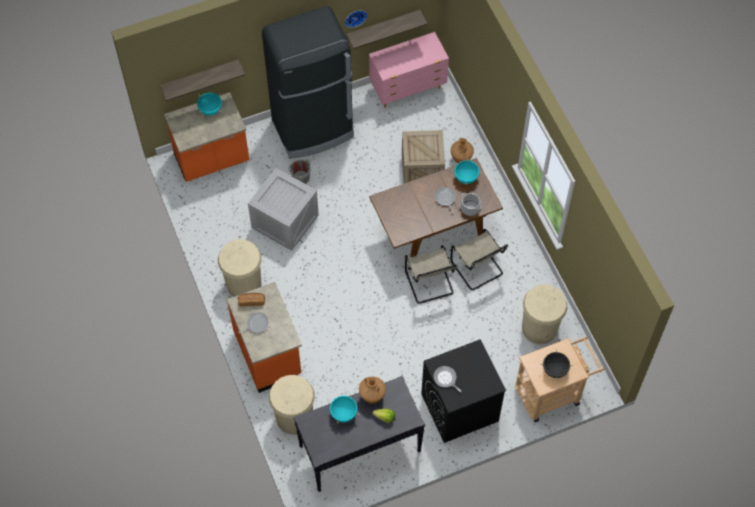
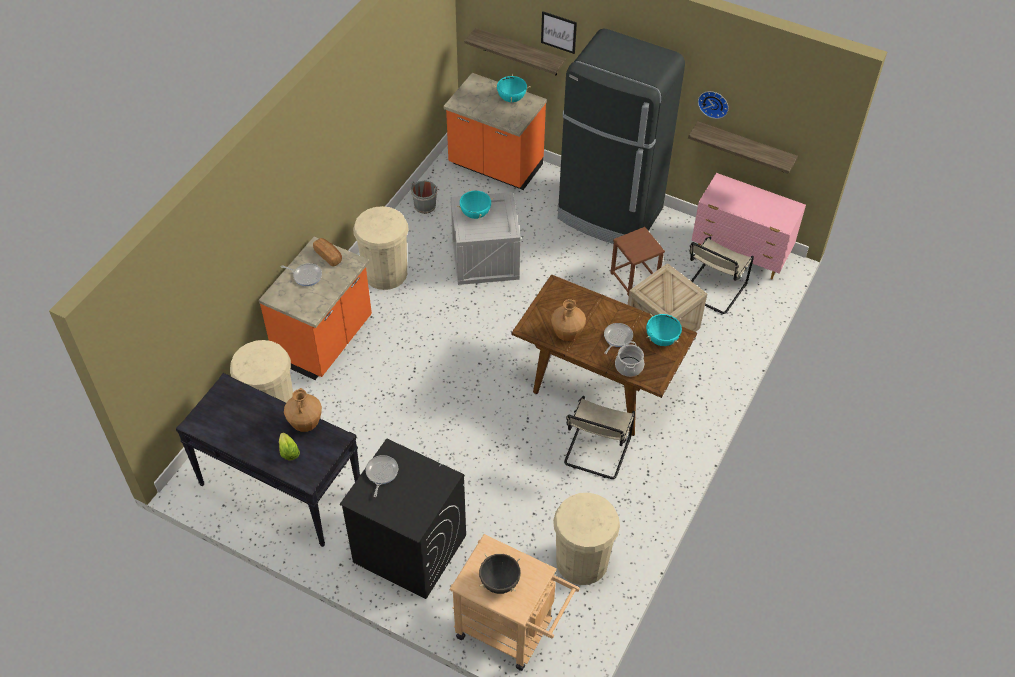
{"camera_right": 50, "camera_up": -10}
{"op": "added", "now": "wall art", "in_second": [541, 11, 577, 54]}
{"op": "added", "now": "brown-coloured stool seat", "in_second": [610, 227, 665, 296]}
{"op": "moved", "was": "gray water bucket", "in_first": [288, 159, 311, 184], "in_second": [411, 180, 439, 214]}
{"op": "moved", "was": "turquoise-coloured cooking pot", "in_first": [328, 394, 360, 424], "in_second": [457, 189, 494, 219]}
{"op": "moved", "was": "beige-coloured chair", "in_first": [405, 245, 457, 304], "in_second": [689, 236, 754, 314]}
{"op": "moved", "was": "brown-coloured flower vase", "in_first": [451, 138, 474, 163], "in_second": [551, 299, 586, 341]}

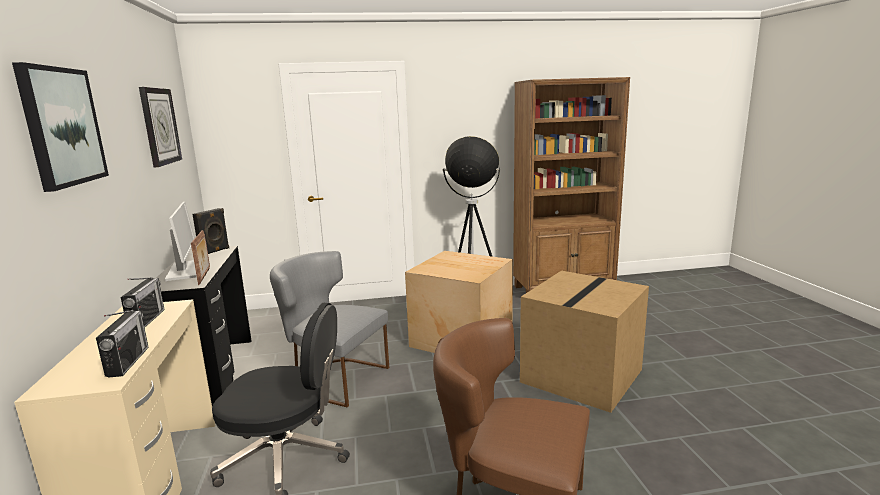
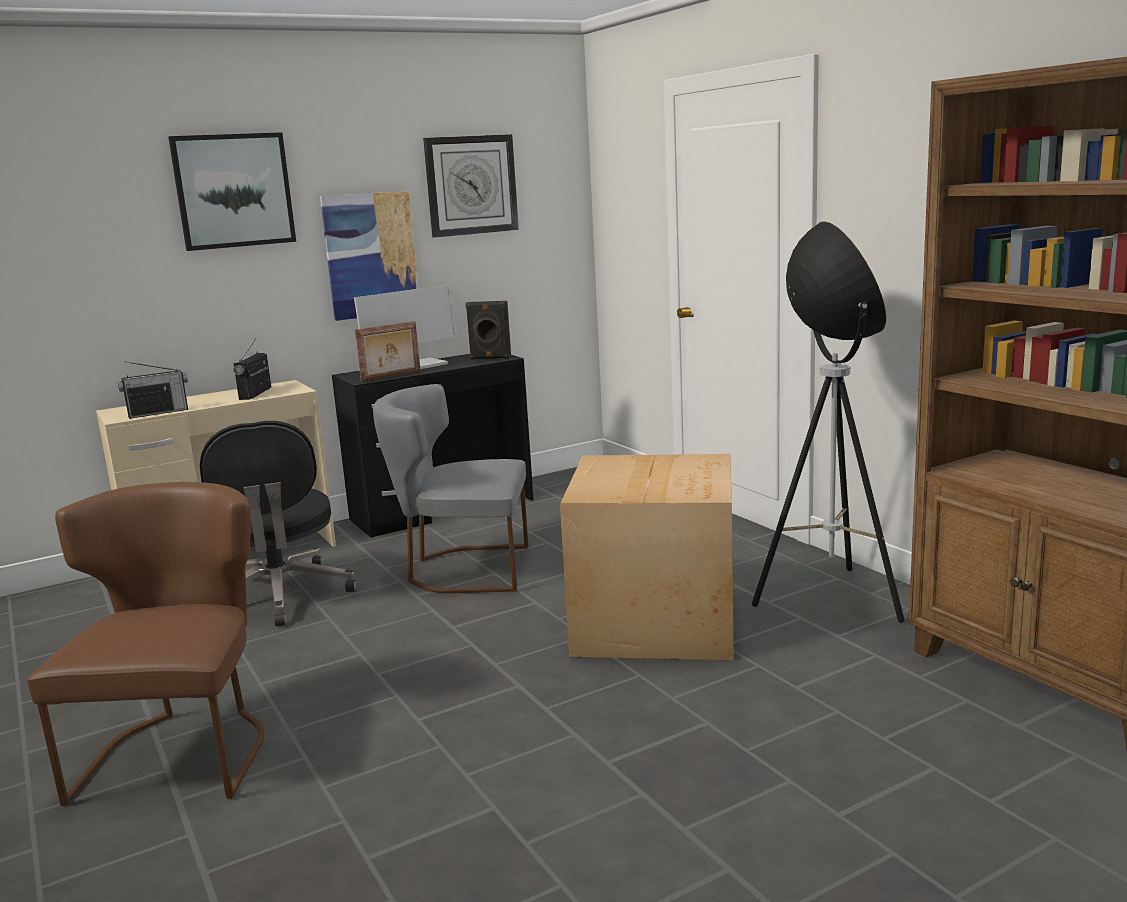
{"camera_right": 70, "camera_up": 0}
{"op": "removed", "was": "carton", "in_first": [520, 270, 649, 413]}
{"op": "added", "now": "wall art", "in_second": [320, 191, 418, 321]}
{"op": "turned", "was": "radio", "in_first": [121, 277, 165, 328], "in_second": [233, 339, 271, 400], "clockwise": 120}
{"op": "turned", "was": "gray chair", "in_first": [270, 251, 389, 407], "in_second": [373, 384, 529, 593], "clockwise": -90}

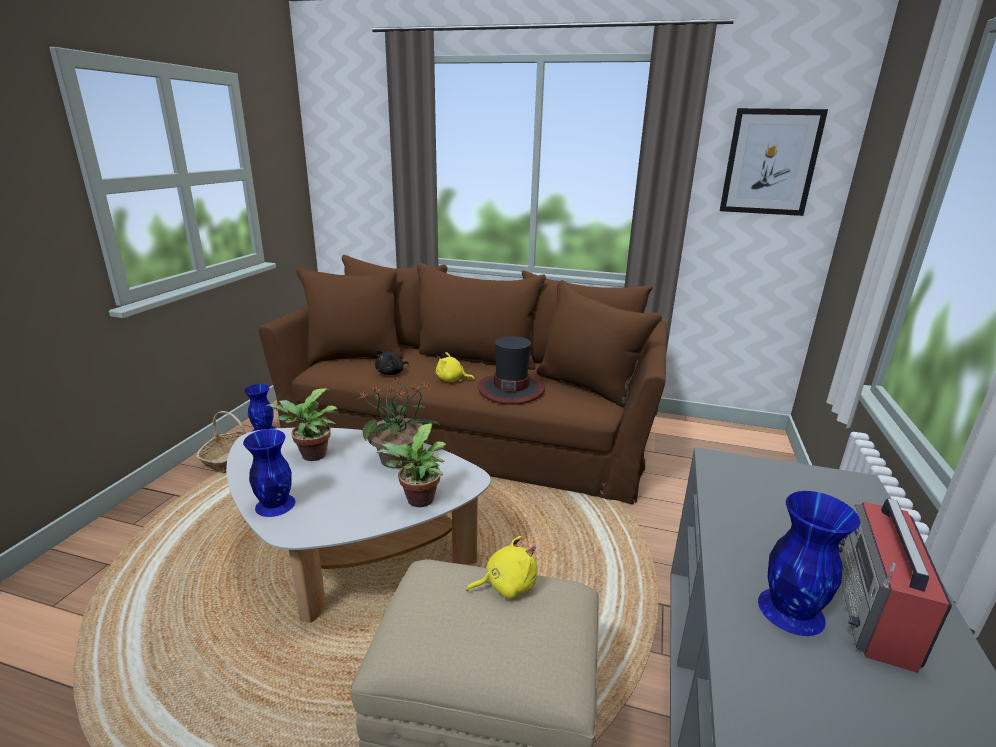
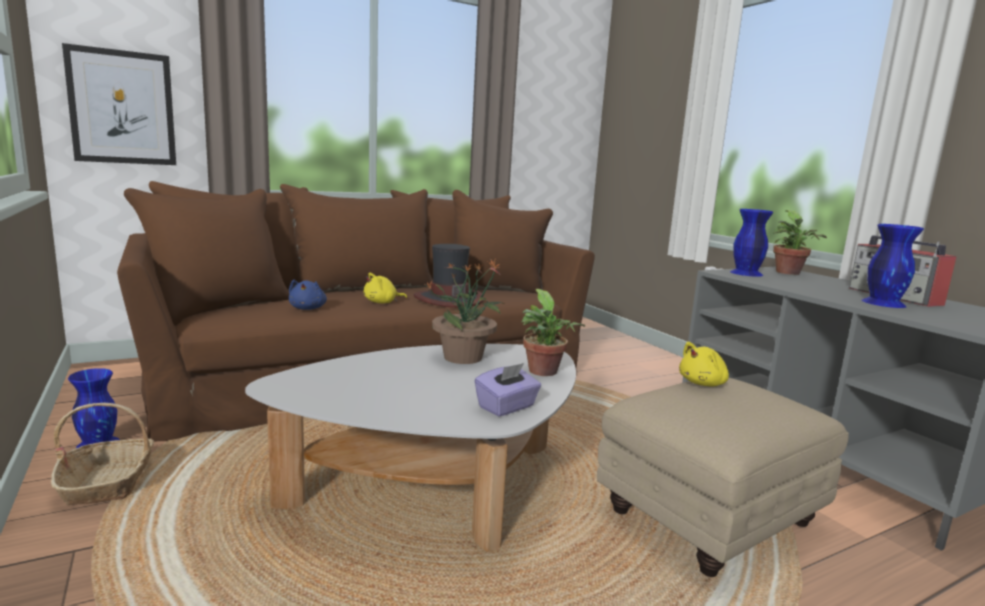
{"camera_right": -45, "camera_up": -10}
{"op": "added", "now": "purple tissue box", "in_second": [475, 363, 541, 417]}
{"op": "moved", "was": "bluish flower vase", "in_first": [243, 429, 295, 517], "in_second": [730, 209, 774, 277]}
{"op": "moved", "was": "houseplant", "in_first": [266, 388, 339, 461], "in_second": [773, 210, 827, 275]}
{"op": "moved", "was": "wall art", "in_first": [720, 108, 828, 216], "in_second": [62, 43, 176, 165]}
{"op": "recoloured", "was": "black-coloured soft toy", "now": "bluish soft toy", "in_first": [375, 350, 409, 375], "in_second": [289, 280, 327, 310]}
{"op": "turned", "was": "yellowish soft toy", "in_first": [466, 536, 538, 598], "in_second": [679, 342, 729, 386], "clockwise": -150}

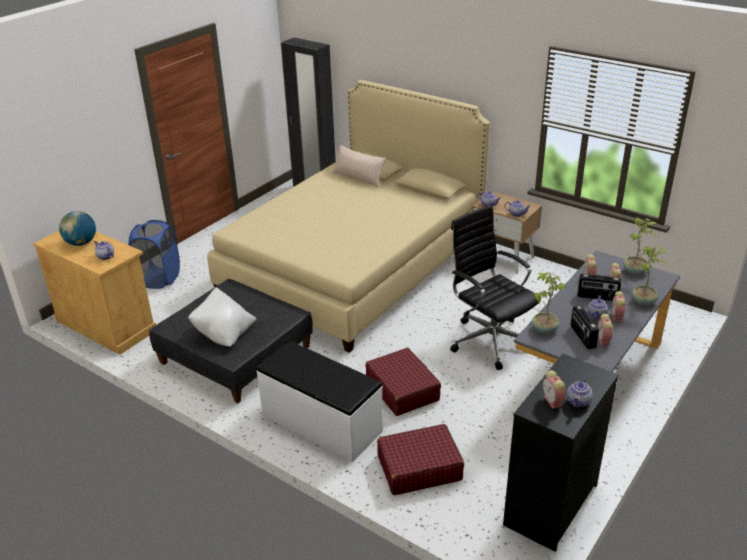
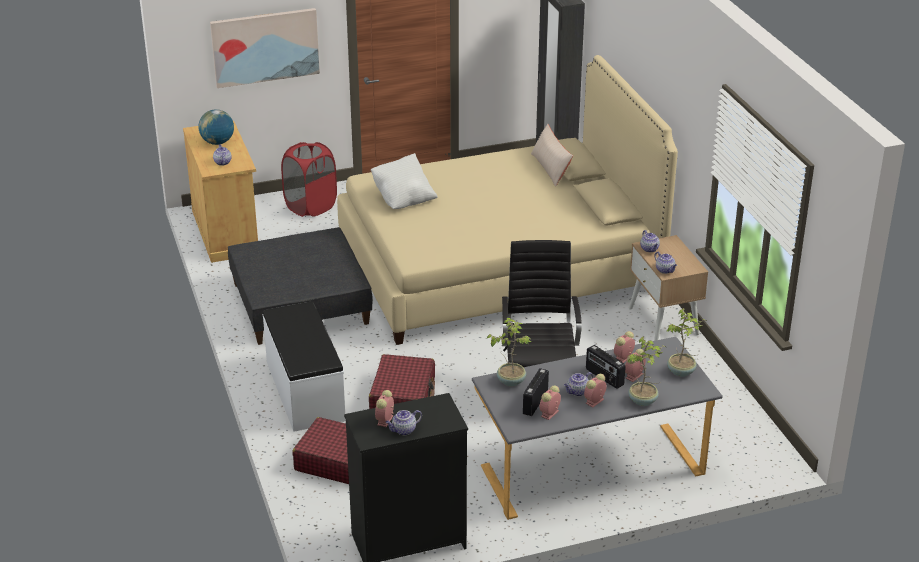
{"camera_right": 35, "camera_up": 0}
{"op": "added", "now": "wall art", "in_second": [210, 8, 320, 88]}
{"op": "moved", "was": "white-coloured pillow", "in_first": [188, 287, 256, 346], "in_second": [371, 153, 438, 209]}
{"op": "recoloured", "was": "bluish washing basket", "now": "red-coloured washing basket", "in_first": [129, 220, 180, 289], "in_second": [281, 142, 337, 217]}

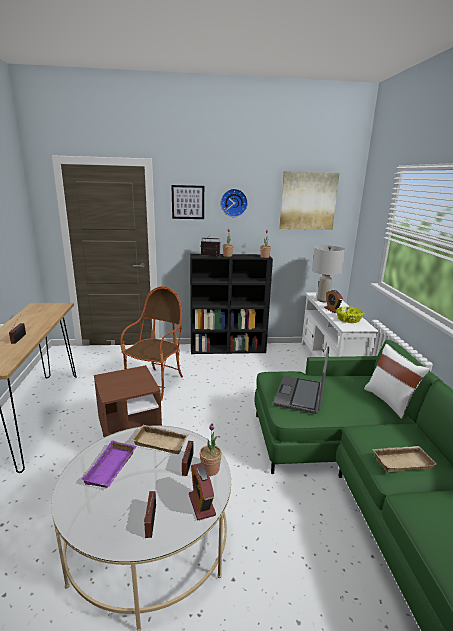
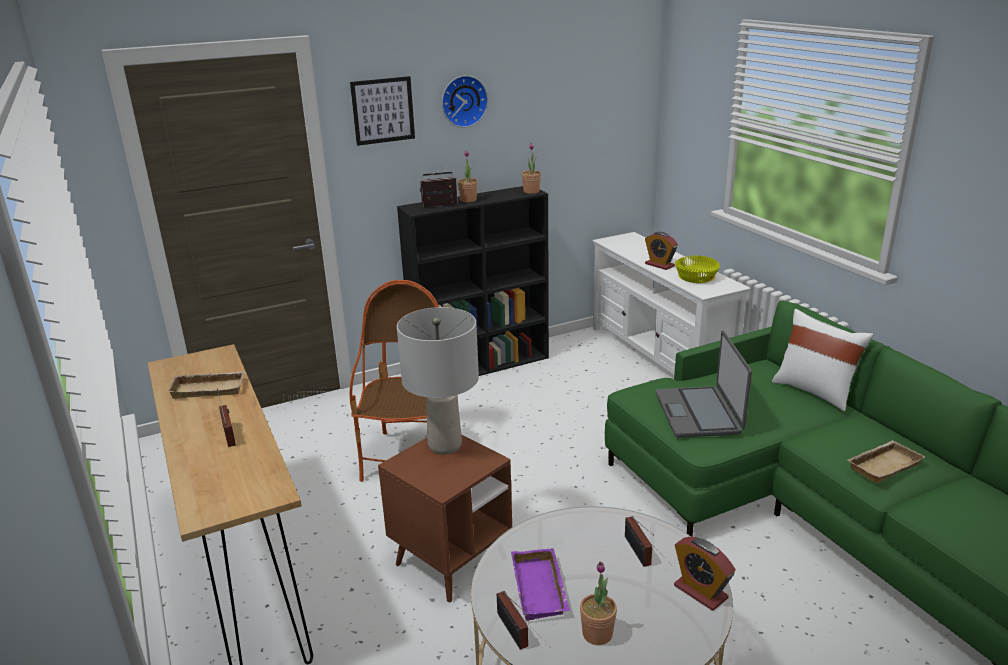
{"camera_right": -20, "camera_up": 5}
{"op": "removed", "was": "wall art", "in_first": [279, 171, 340, 230]}
{"op": "moved", "was": "beige-coloured tray", "in_first": [131, 424, 189, 454], "in_second": [166, 371, 246, 399]}
{"op": "moved", "was": "radio", "in_first": [144, 491, 156, 538], "in_second": [497, 591, 529, 650]}
{"op": "moved", "was": "houseplant", "in_first": [200, 424, 222, 476], "in_second": [580, 561, 617, 645]}
{"op": "moved", "was": "gray tabletop lamp", "in_first": [312, 245, 345, 302], "in_second": [397, 307, 479, 455]}

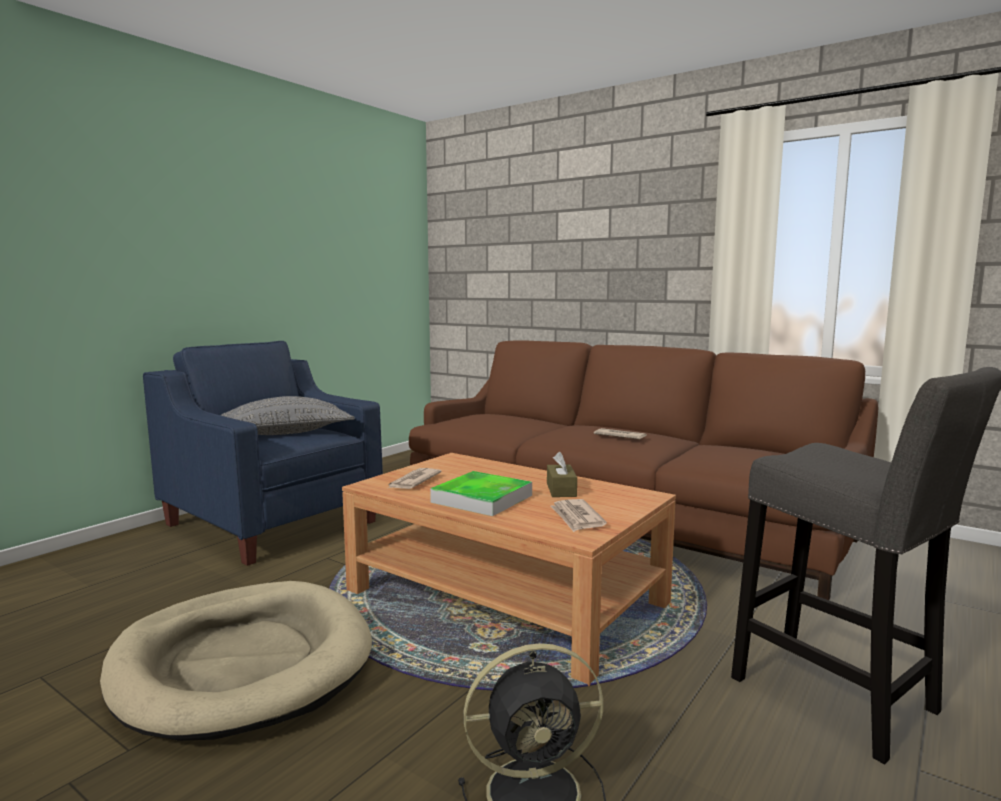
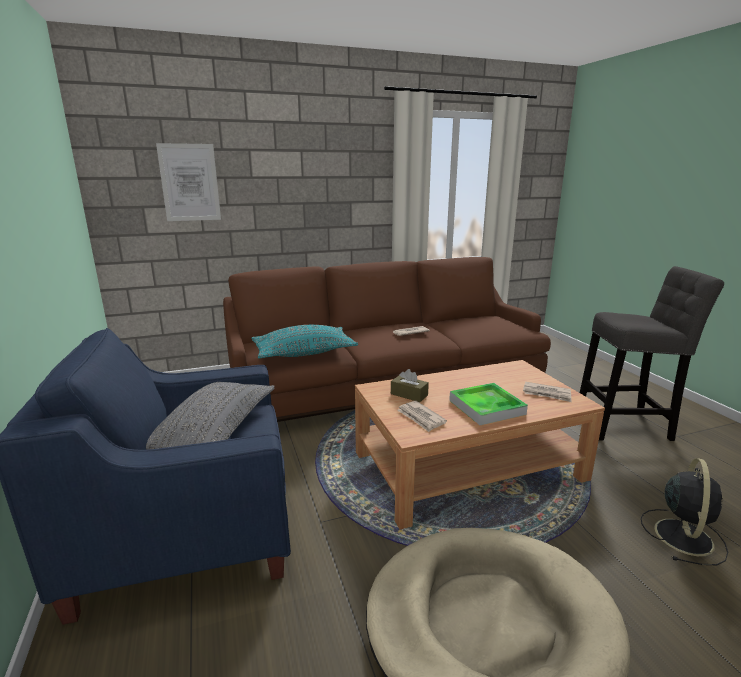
{"camera_right": -55, "camera_up": 10}
{"op": "added", "now": "wall art", "in_second": [156, 143, 221, 221]}
{"op": "added", "now": "turquoise-coloured pillow", "in_second": [251, 325, 358, 358]}
{"op": "moved", "was": "brown-coloured tissue box", "in_first": [547, 452, 577, 497], "in_second": [391, 369, 429, 402]}

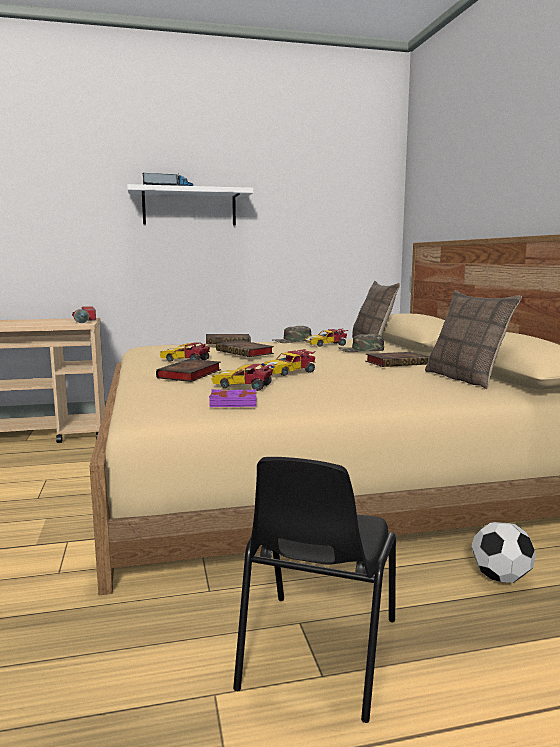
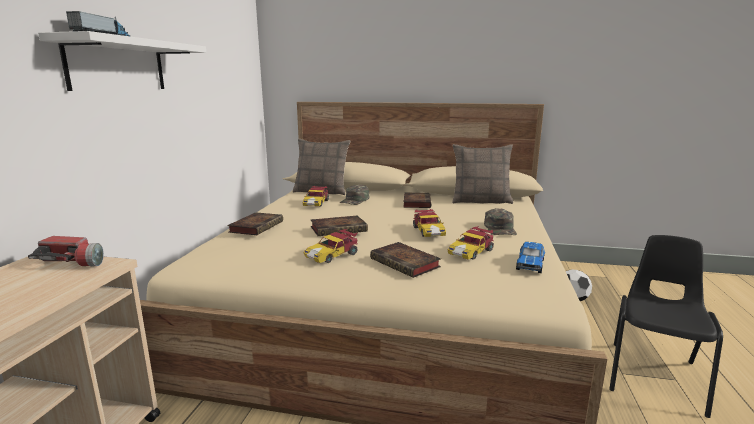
{"camera_right": -65, "camera_up": 5}
{"op": "moved", "was": "greenish peaked cap", "in_first": [274, 326, 311, 343], "in_second": [484, 208, 517, 235]}
{"op": "replaced", "was": "purple book", "now": "toy car", "in_first": [209, 389, 256, 407], "in_second": [516, 242, 545, 273]}
{"op": "turned", "was": "black-coloured chair", "in_first": [233, 457, 396, 723], "in_second": [609, 235, 723, 418], "clockwise": -105}

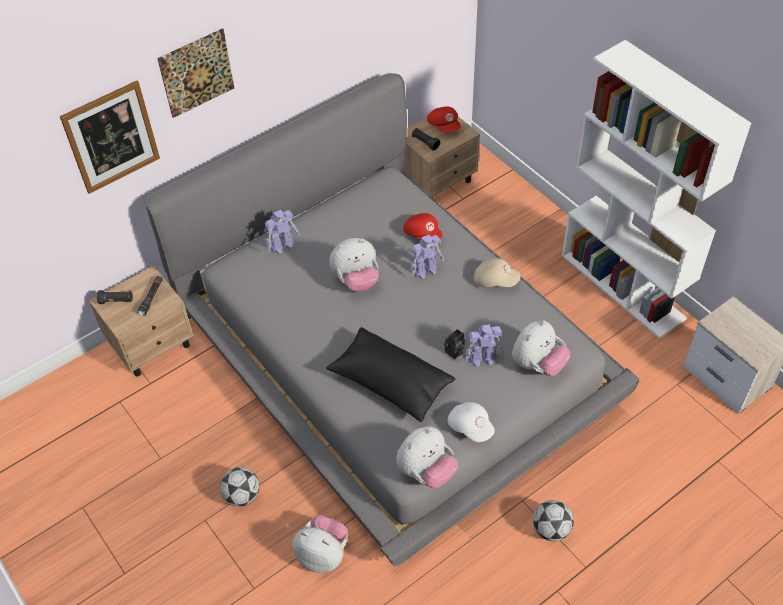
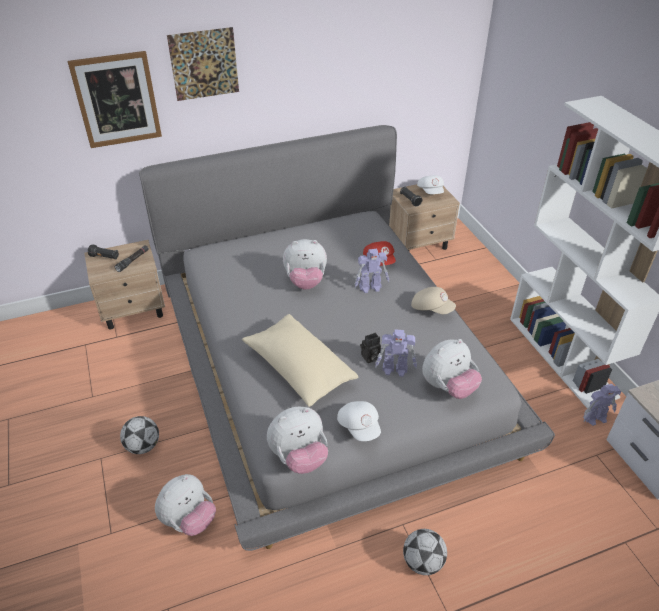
{"camera_right": 15, "camera_up": -10}
{"op": "moved", "was": "robot figure", "in_first": [265, 210, 300, 254], "in_second": [583, 384, 621, 426]}
{"op": "recoloured", "was": "black-coloured pillow", "now": "beige-coloured pillow", "in_first": [326, 327, 455, 422], "in_second": [242, 314, 359, 407]}
{"op": "recoloured", "was": "red-coloured peaked cap", "now": "white-coloured peaked cap", "in_first": [427, 106, 460, 132], "in_second": [417, 175, 444, 194]}
{"op": "turned", "was": "soft toy", "in_first": [292, 515, 348, 573], "in_second": [155, 474, 216, 536], "clockwise": 90}

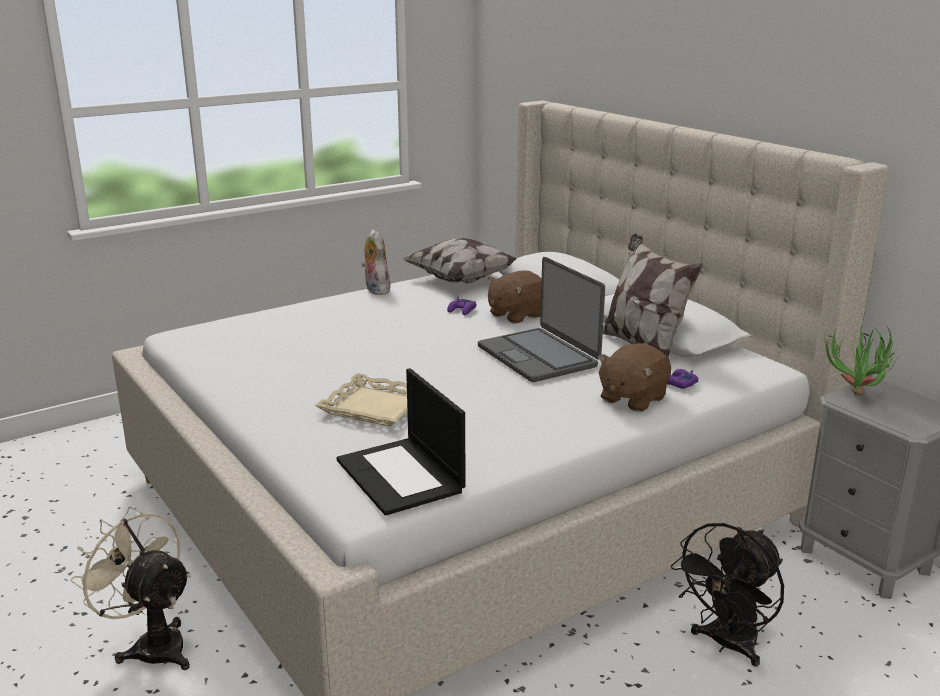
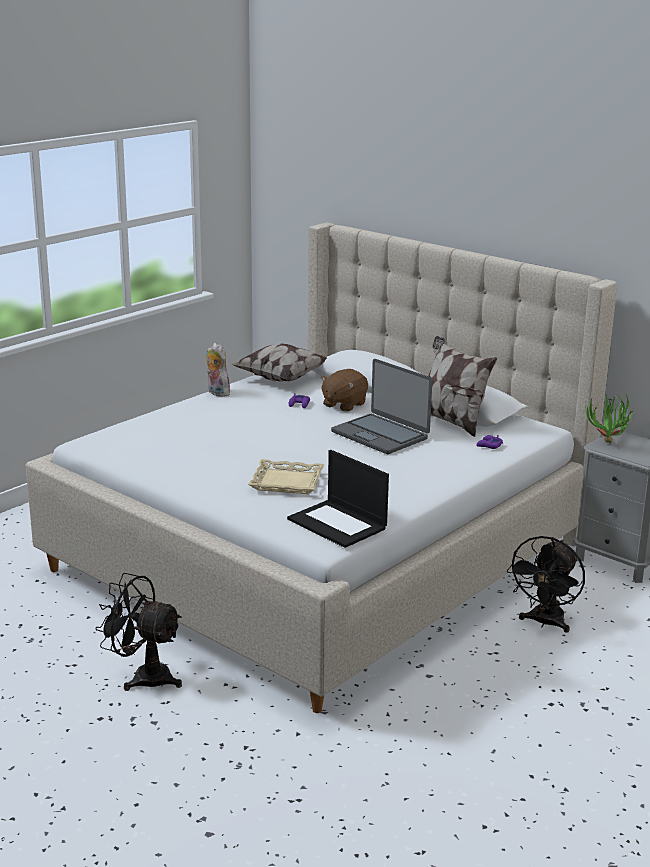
{"camera_right": -15, "camera_up": 0}
{"op": "removed", "was": "brown-coloured soft toy", "in_first": [598, 343, 671, 412]}
{"op": "recoloured", "was": "beige-coloured cooling fan", "now": "black-coloured cooling fan", "in_first": [70, 506, 191, 670], "in_second": [95, 573, 182, 691]}

